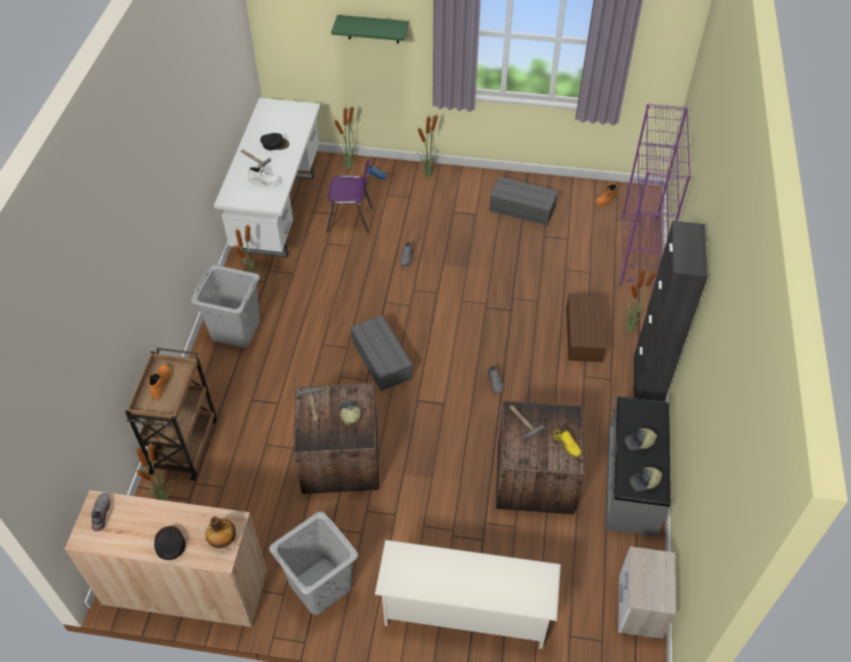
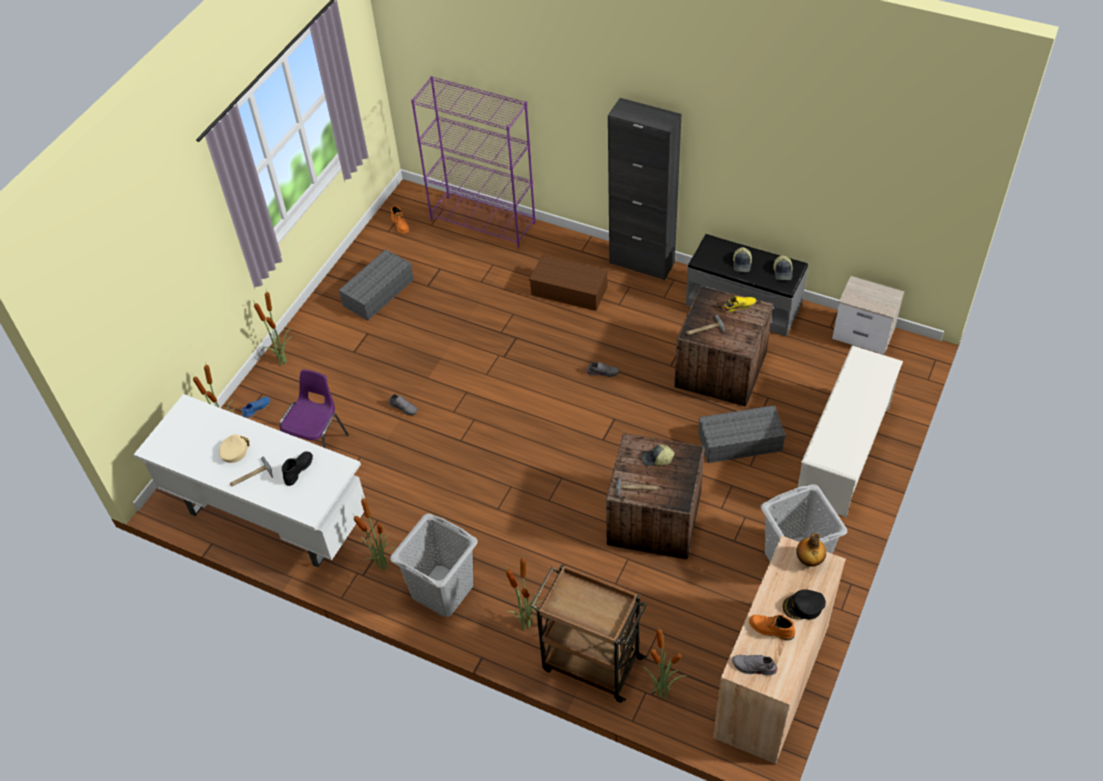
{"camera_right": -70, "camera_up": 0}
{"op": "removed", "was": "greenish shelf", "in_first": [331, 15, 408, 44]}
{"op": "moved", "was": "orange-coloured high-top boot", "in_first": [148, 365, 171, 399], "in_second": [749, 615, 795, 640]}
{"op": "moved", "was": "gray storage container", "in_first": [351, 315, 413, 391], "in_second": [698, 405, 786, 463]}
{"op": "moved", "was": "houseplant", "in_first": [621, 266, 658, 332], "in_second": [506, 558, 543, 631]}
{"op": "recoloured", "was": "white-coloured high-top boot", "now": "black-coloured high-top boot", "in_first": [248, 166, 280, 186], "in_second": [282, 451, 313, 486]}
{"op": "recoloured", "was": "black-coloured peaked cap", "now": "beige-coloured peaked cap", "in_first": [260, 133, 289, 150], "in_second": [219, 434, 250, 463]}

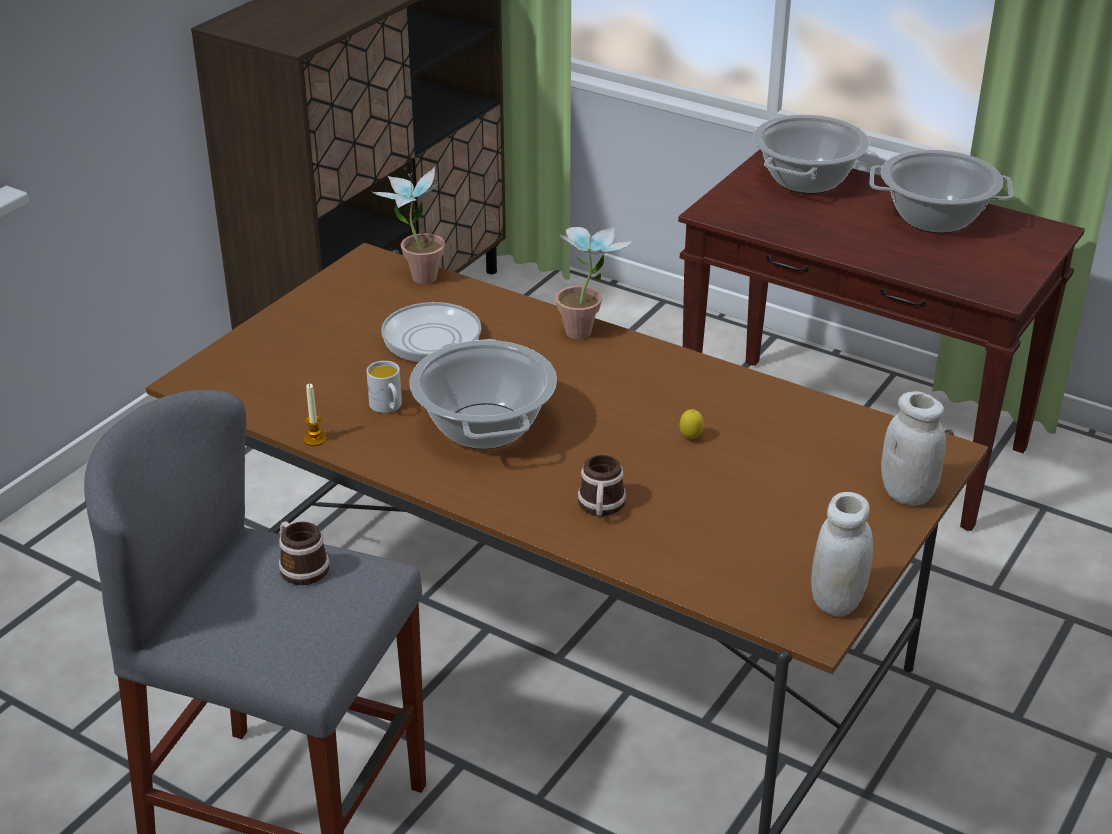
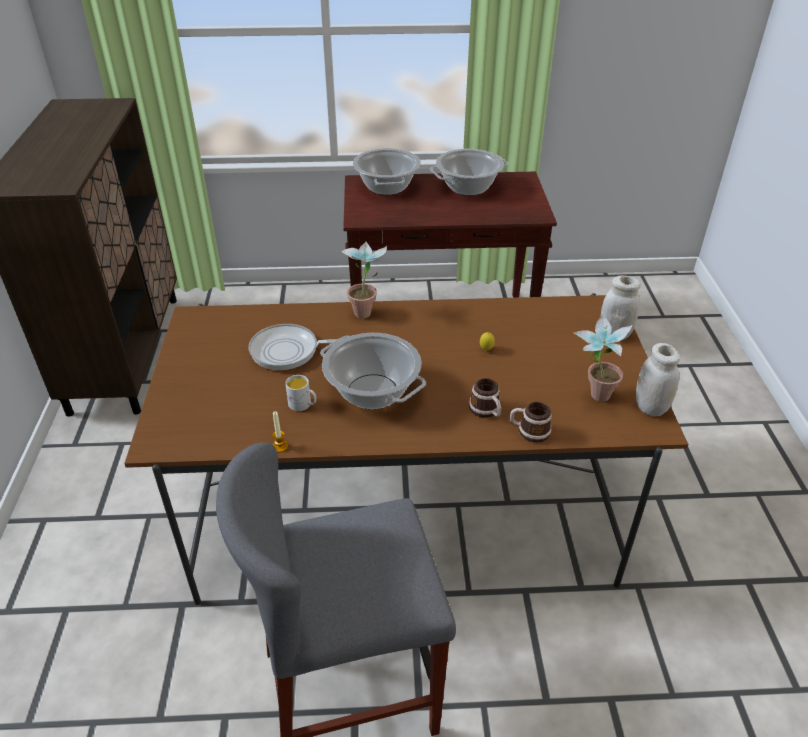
{"camera_right": -35, "camera_up": 5}
{"op": "moved", "was": "mug", "in_first": [279, 521, 329, 585], "in_second": [510, 402, 552, 443]}
{"op": "moved", "was": "houseplant", "in_first": [372, 167, 445, 284], "in_second": [574, 314, 633, 402]}

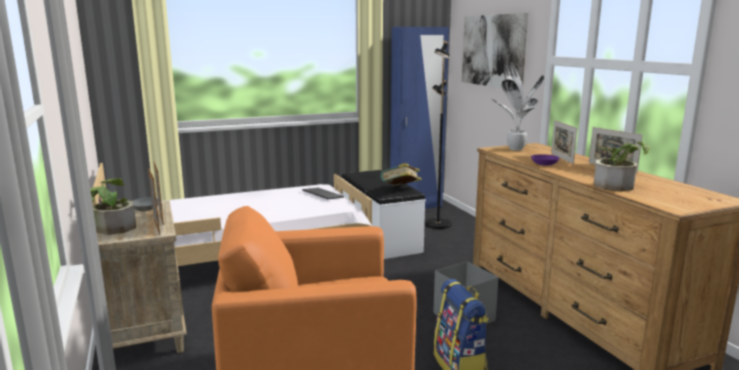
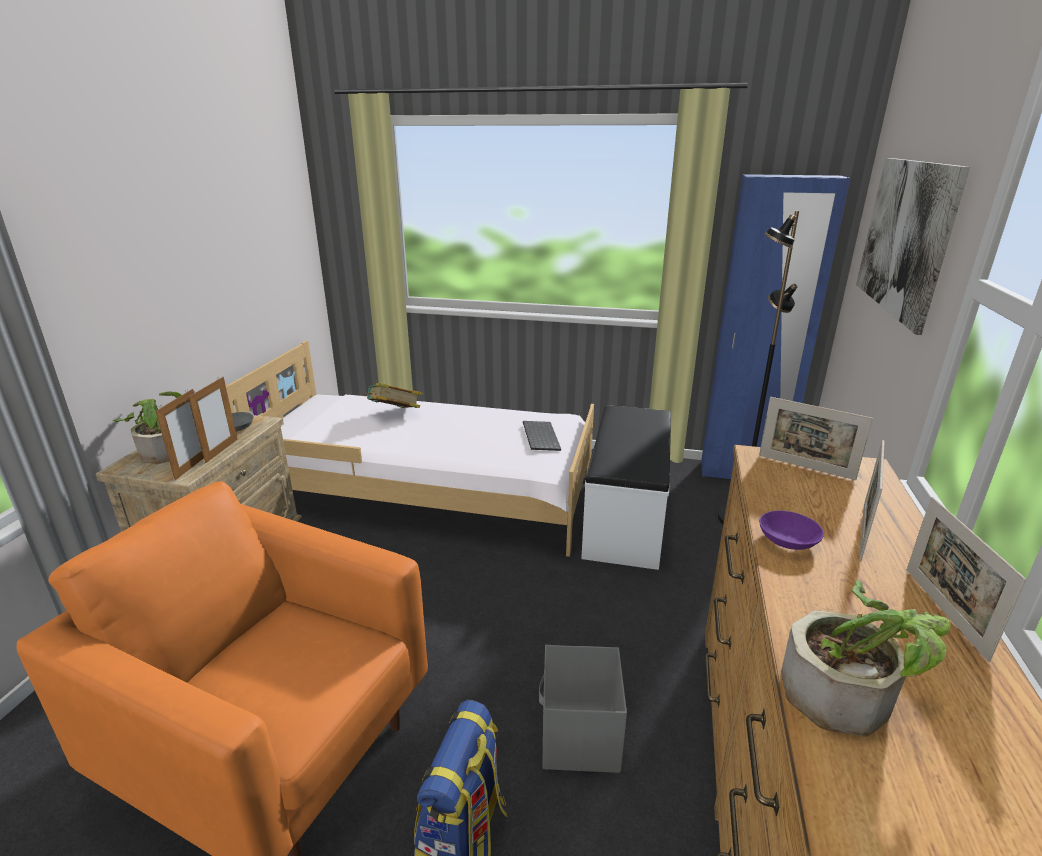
{"camera_right": 35, "camera_up": 10}
{"op": "moved", "was": "book", "in_first": [381, 163, 421, 186], "in_second": [364, 383, 422, 408]}
{"op": "replaced", "was": "houseplant", "now": "photo frame", "in_first": [491, 62, 544, 150], "in_second": [759, 397, 873, 480]}

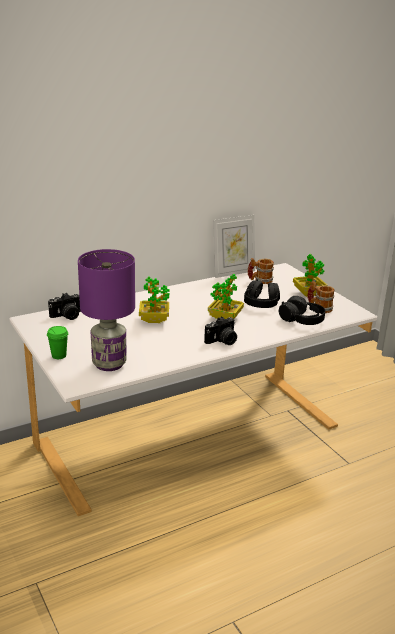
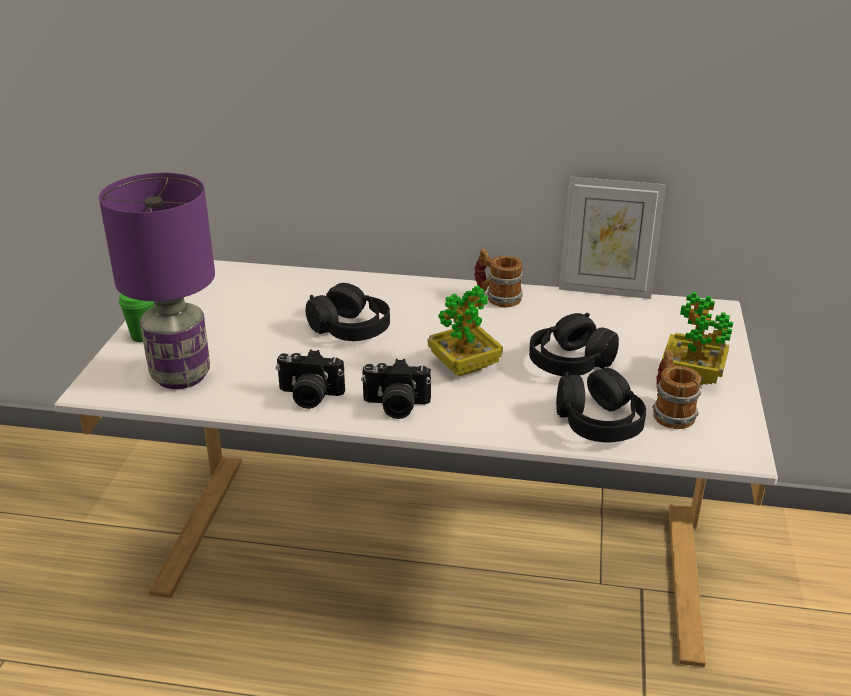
{"camera_right": 40, "camera_up": 5}
{"op": "moved", "was": "still camera", "in_first": [48, 293, 81, 320], "in_second": [276, 349, 345, 409]}
{"op": "moved", "was": "mug", "in_first": [247, 258, 274, 284], "in_second": [474, 249, 523, 308]}
{"op": "replaced", "was": "houseplant", "now": "black-coloured headset", "in_first": [139, 276, 169, 323], "in_second": [306, 283, 390, 341]}

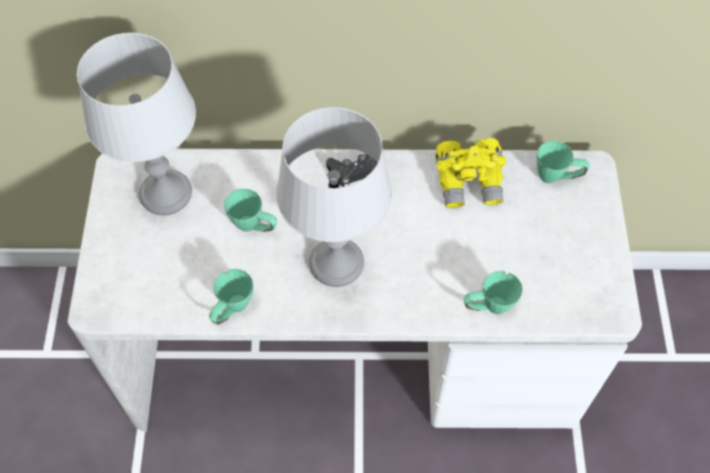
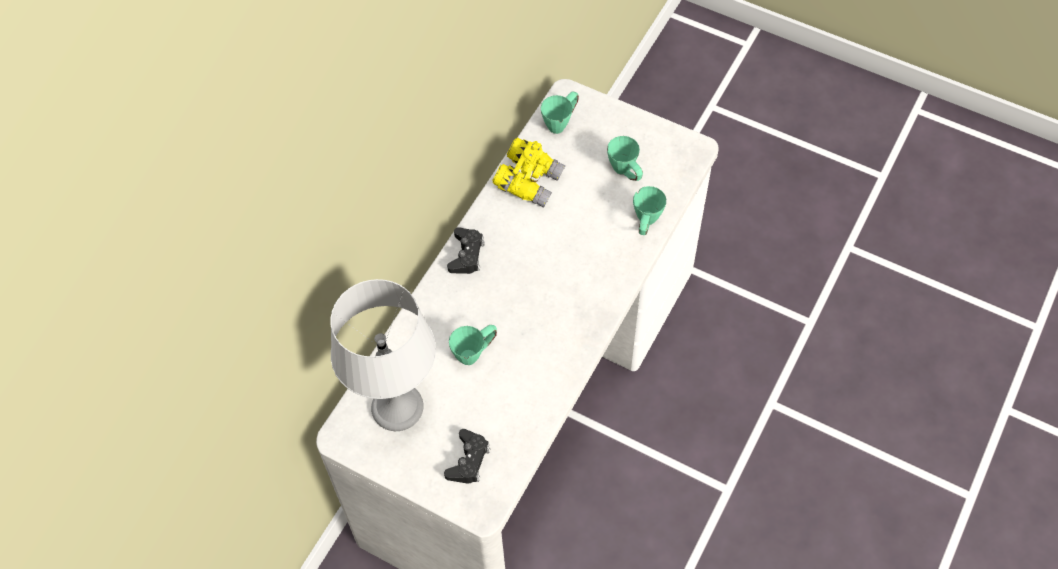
{"camera_right": -60, "camera_up": 0}
{"op": "removed", "was": "gray tabletop lamp", "in_first": [276, 107, 392, 287]}
{"op": "added", "now": "black-coloured gamepad", "in_second": [444, 429, 490, 484]}
{"op": "moved", "was": "greenish mug", "in_first": [209, 269, 253, 325], "in_second": [607, 136, 643, 181]}

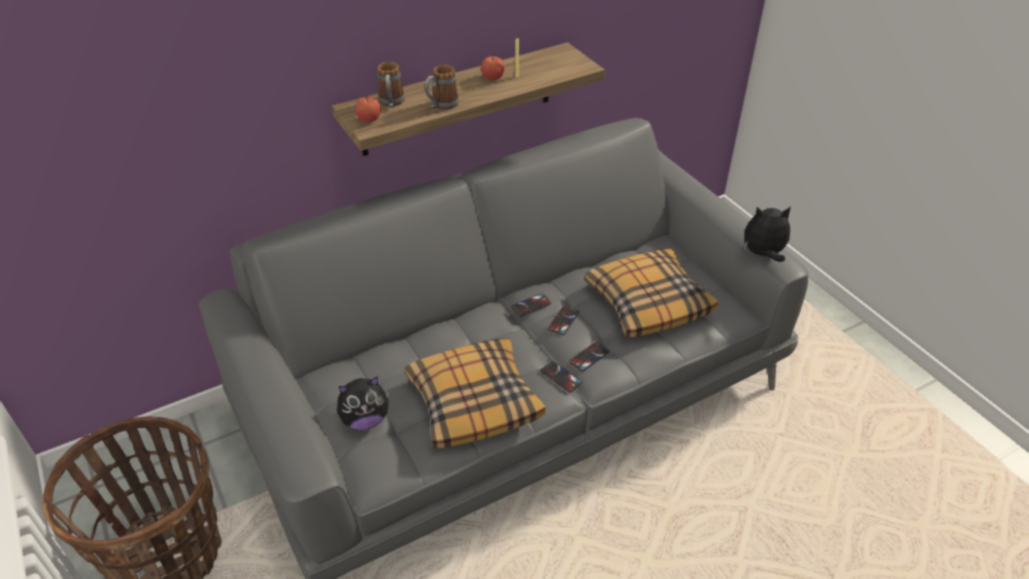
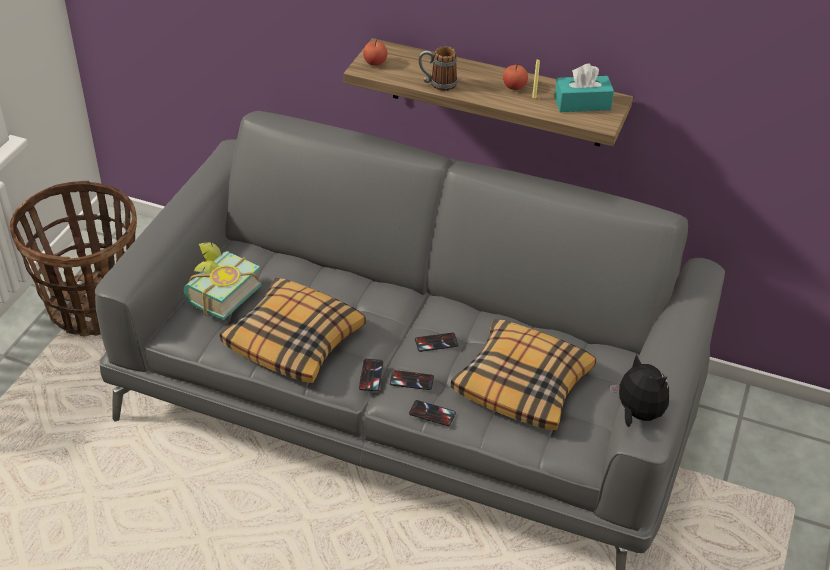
{"camera_right": 50, "camera_up": 0}
{"op": "removed", "was": "mug", "in_first": [377, 62, 405, 108]}
{"op": "added", "now": "turquoise-coloured tissue box", "in_second": [555, 64, 614, 112]}
{"op": "moved", "was": "handset", "in_first": [511, 293, 551, 317], "in_second": [409, 400, 456, 426]}
{"op": "replaced", "was": "soft toy", "now": "book", "in_first": [337, 376, 389, 430], "in_second": [184, 242, 262, 320]}

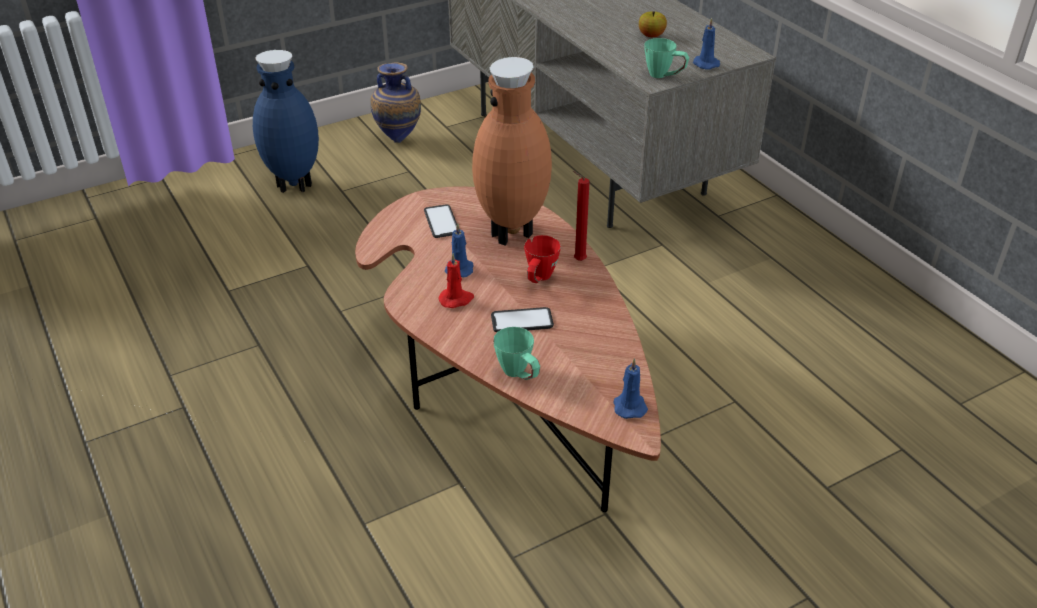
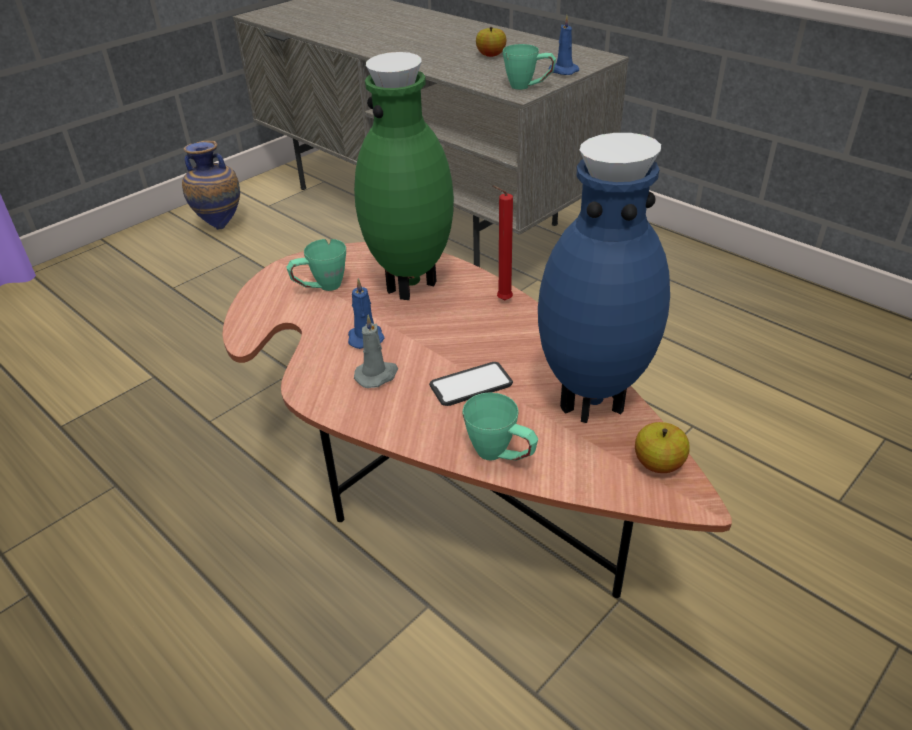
{"camera_right": -15, "camera_up": 0}
{"op": "removed", "was": "red-coloured mug", "in_first": [524, 235, 561, 283]}
{"op": "moved", "was": "bluish flower vase", "in_first": [253, 50, 319, 193], "in_second": [538, 133, 670, 423]}
{"op": "replaced", "was": "handset", "now": "greenish mug", "in_first": [424, 204, 457, 238], "in_second": [286, 239, 346, 291]}
{"op": "replaced", "was": "bluish wax candle", "now": "apple fruit", "in_first": [613, 358, 648, 419], "in_second": [635, 422, 690, 473]}
{"op": "recoloured", "was": "red-coloured wax candle", "now": "gray wax candle", "in_first": [438, 253, 474, 308], "in_second": [354, 314, 398, 388]}
{"op": "recoloured", "was": "brown-coloured flower vase", "now": "greenish flower vase", "in_first": [472, 57, 552, 246], "in_second": [354, 52, 454, 300]}

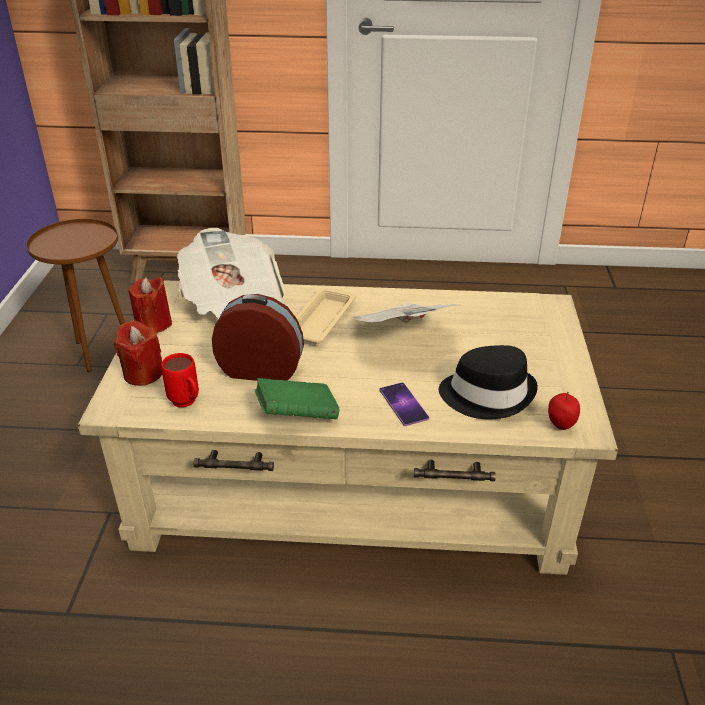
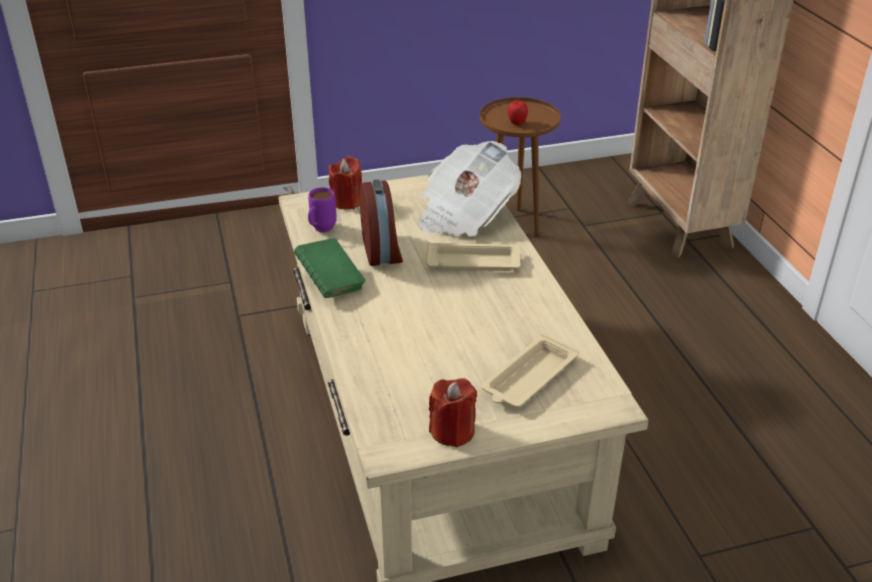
{"camera_right": 70, "camera_up": 0}
{"op": "removed", "was": "newspaper", "in_first": [352, 303, 459, 323]}
{"op": "removed", "was": "handset", "in_first": [380, 382, 429, 426]}
{"op": "removed", "was": "black-coloured clothing hat", "in_first": [439, 345, 538, 419]}
{"op": "added", "now": "beige-coloured tray", "in_second": [481, 333, 579, 407]}
{"op": "moved", "was": "red-coloured wax candle", "in_first": [128, 277, 172, 333], "in_second": [429, 378, 477, 447]}
{"op": "moved", "was": "apple fruit", "in_first": [548, 392, 580, 430], "in_second": [508, 100, 528, 125]}
{"op": "recoloured", "was": "red-coloured mug", "now": "purple mug", "in_first": [161, 353, 199, 407], "in_second": [308, 187, 337, 232]}

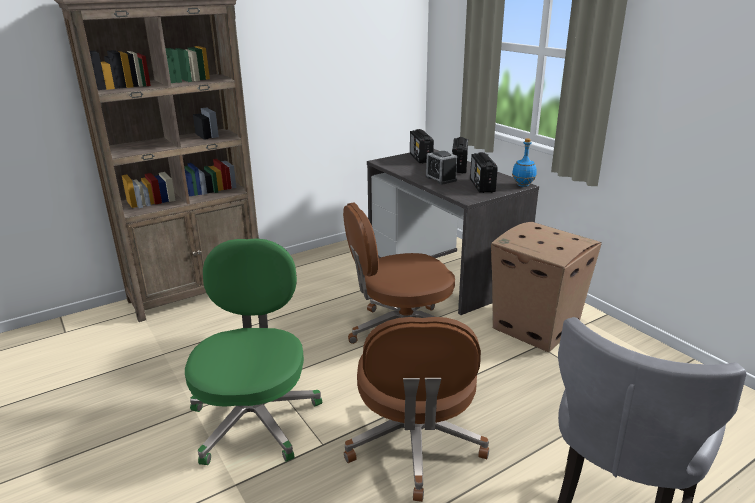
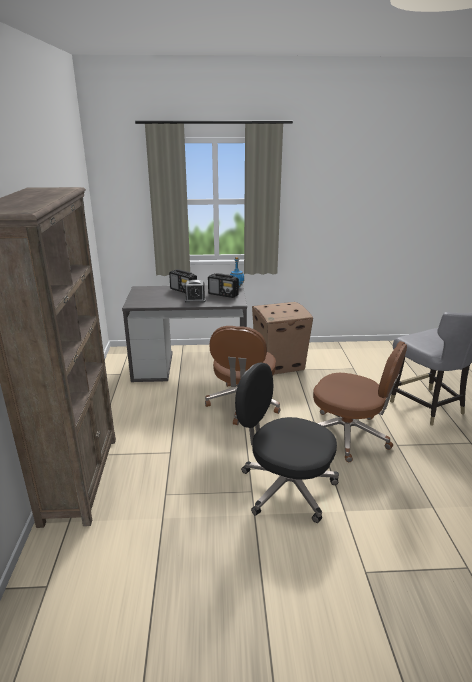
{"camera_right": -60, "camera_up": 0}
{"op": "removed", "was": "radio", "in_first": [410, 129, 434, 163]}
{"op": "recoloured", "was": "greenish office chair", "now": "black-coloured office chair", "in_first": [185, 239, 322, 465], "in_second": [235, 362, 339, 523]}

